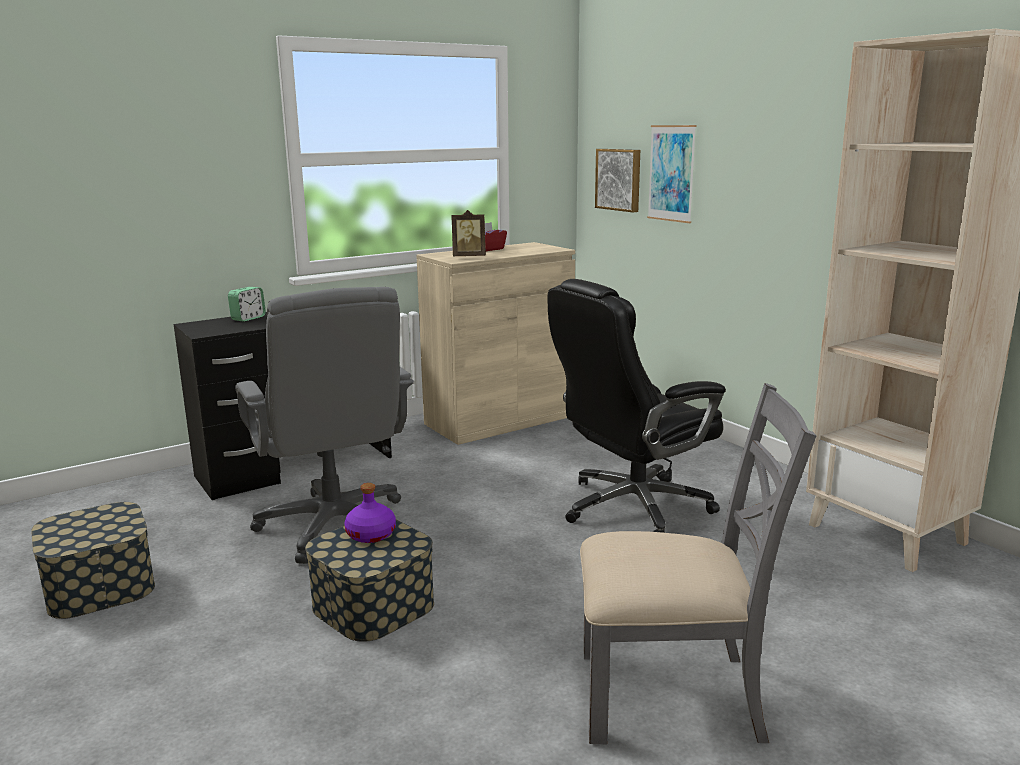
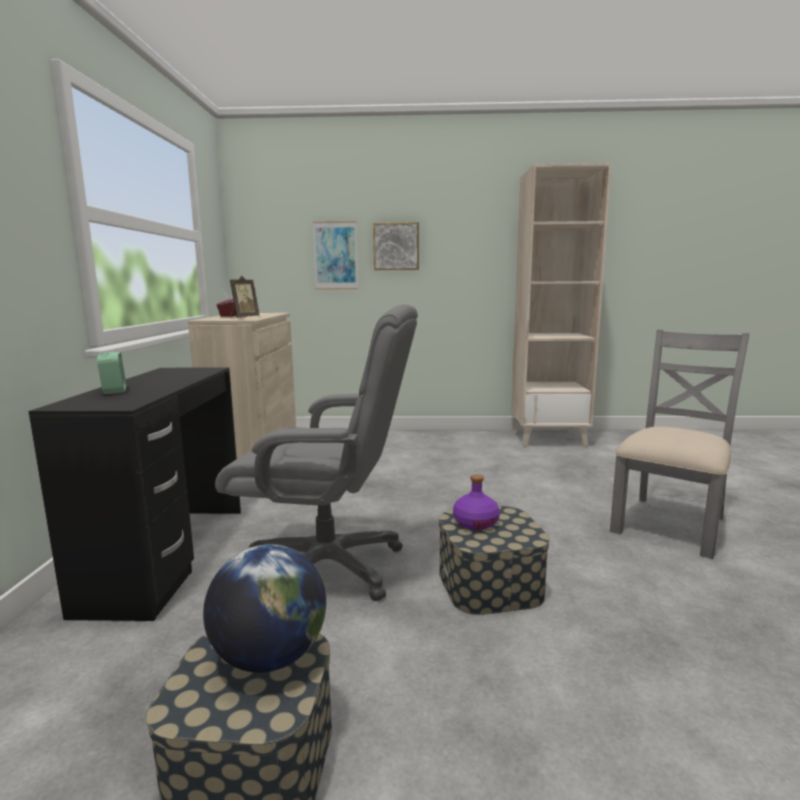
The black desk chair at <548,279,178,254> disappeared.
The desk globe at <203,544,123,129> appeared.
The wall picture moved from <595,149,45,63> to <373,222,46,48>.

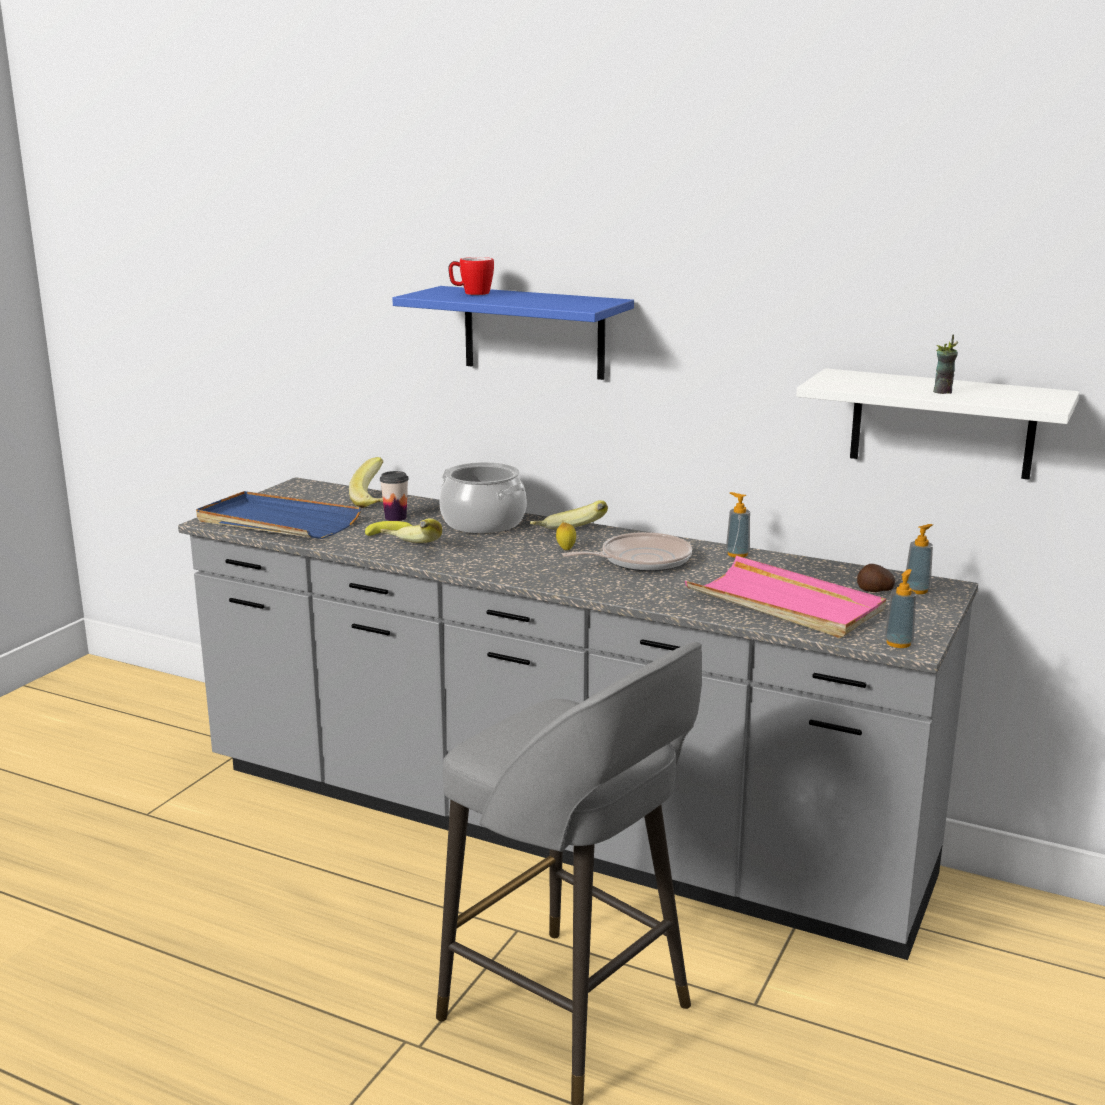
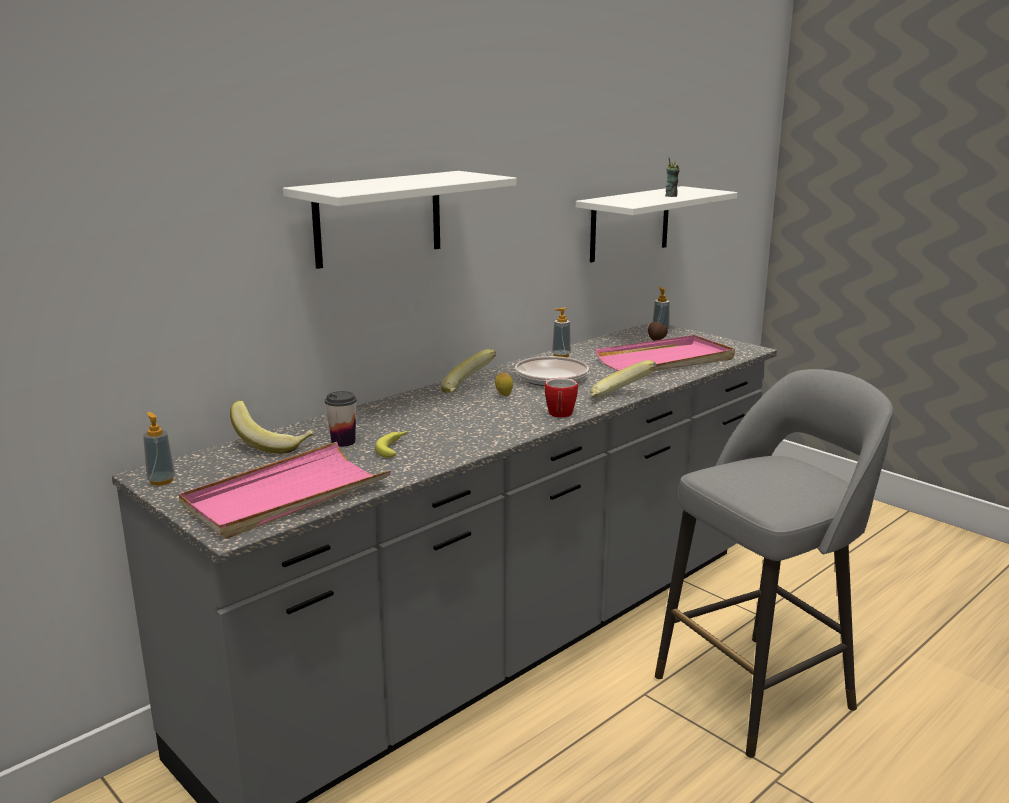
The saucepot at <439,462,88,71> disappeared.
The banana fruit moved from <380,518,62,25> to <590,360,66,38>.
The coffee mug moved from <448,257,46,38> to <545,378,33,40>.
The soap dispenser moved from <884,569,32,79> to <143,412,32,74>.
The blue-coloured serving tray at <196,491,165,48> became the pink-coloured serving tray at <179,442,212,97>.
The blue-coloured bracket shelf at <392,286,242,94> became the white bracket shelf at <283,171,234,98>.

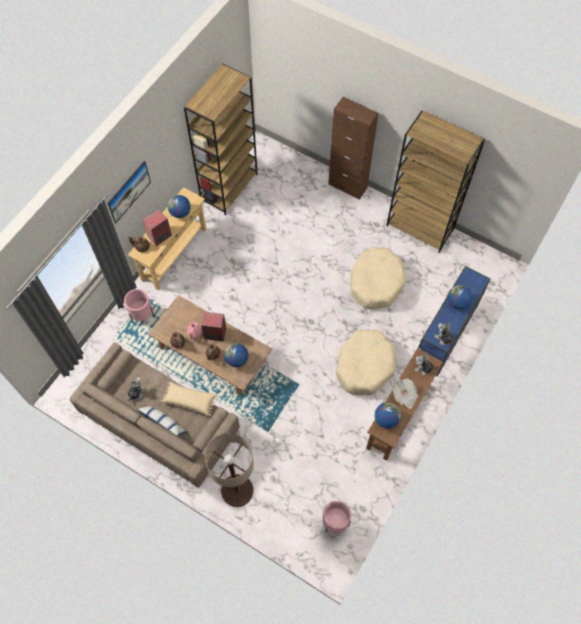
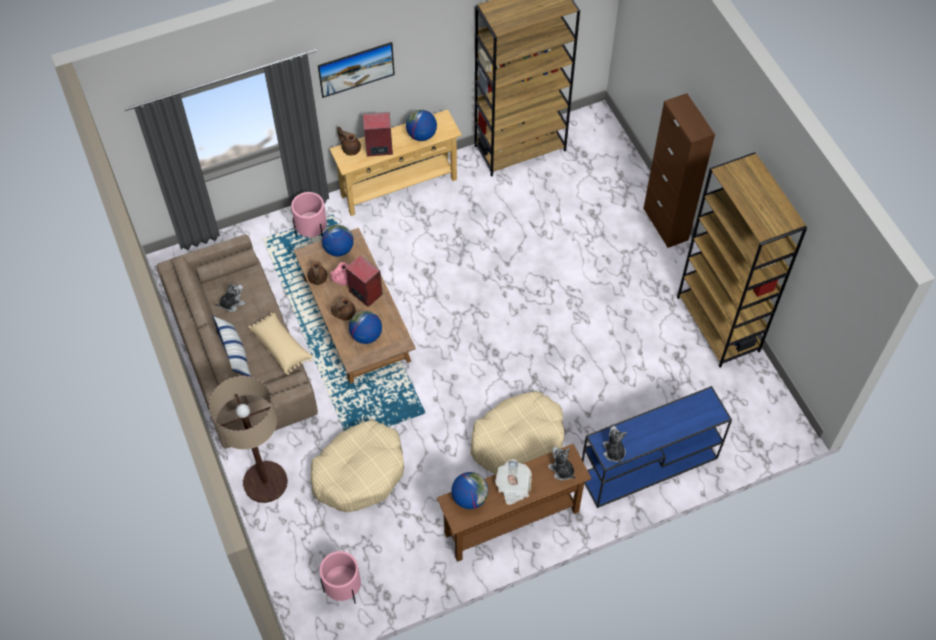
The sand-coloured dog cushion moved from <350,247,56,63> to <310,420,94,92>.
The desk globe moved from <447,285,26,25> to <322,225,32,32>.

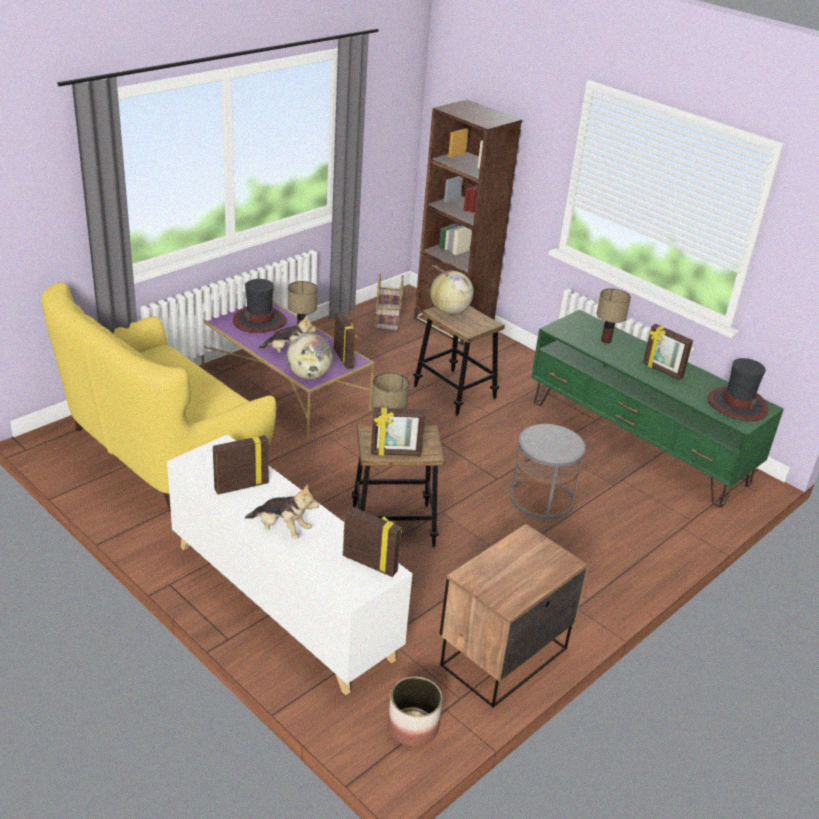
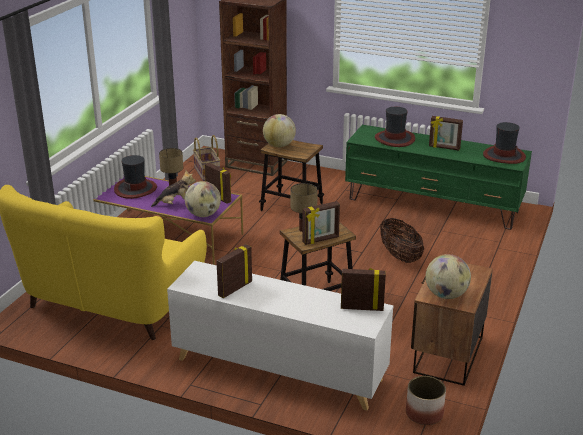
The soft toy at <245,484,74,55> disappeared.
The desk globe at <425,254,46,45> appeared.
The greyish end table at <510,424,76,96> was replaced by the basket at <380,218,44,45>.
The table lamp at <597,289,34,54> was replaced by the hat at <375,107,40,40>.

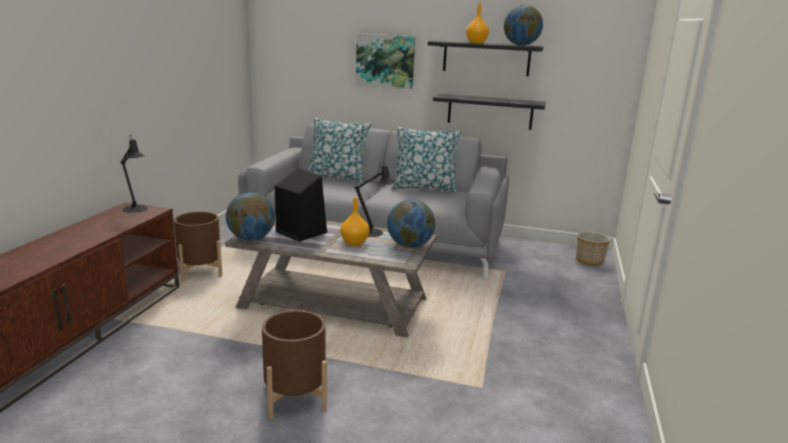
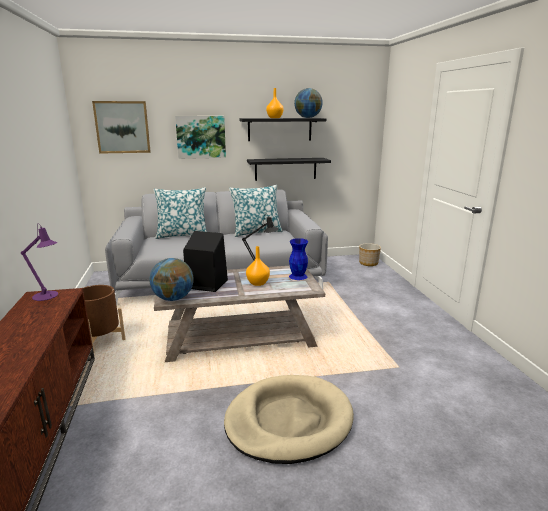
The wall picture at <92,101,59,53> appeared.
The brownish plant pot at <262,310,65,109> was replaced by the sand-coloured dog cushion at <224,375,130,89>.
The desk globe at <387,200,48,48> was replaced by the blue-coloured decorative vase at <289,238,19,42>.
The black table lamp at <121,136,27,77> became the purplish table lamp at <21,223,37,78>.

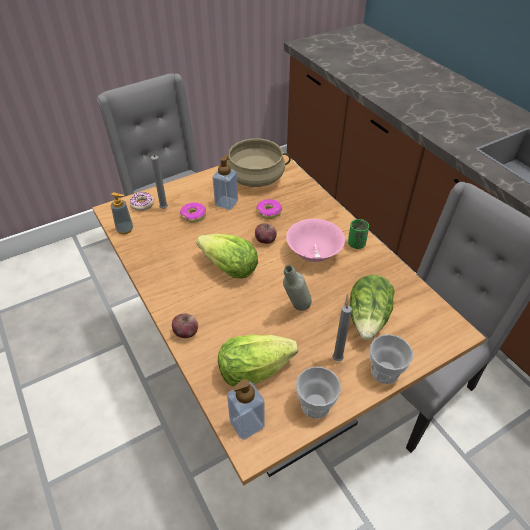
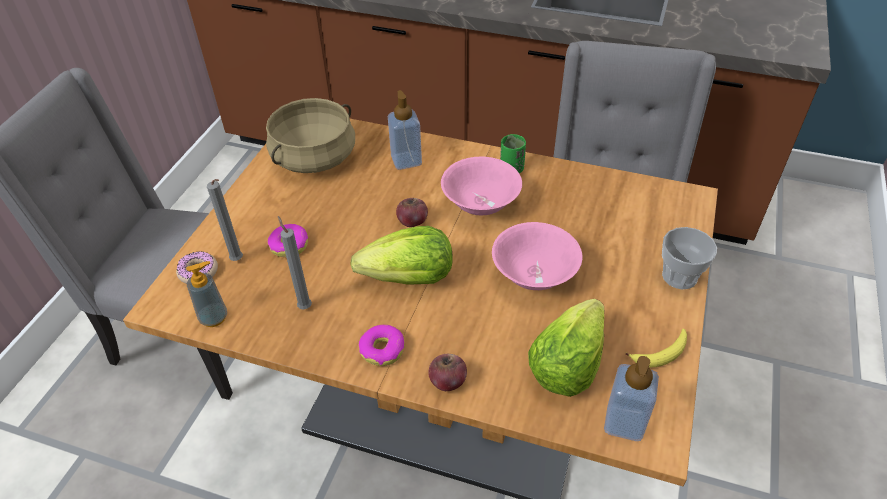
The lettuce at <350,275,45,65> disappeared.
The soap dispenser moved from <213,155,25,55> to <388,90,34,80>.
The donut moved from <257,199,25,20> to <359,325,46,41>.
The greyish wax light moved from <332,294,20,67> to <278,216,34,93>.
The greyish bottle at <283,265,29,46> was replaced by the pink-coloured bowl at <492,222,90,68>.
The cup at <296,367,45,52> was replaced by the banana fruit at <625,329,62,39>.

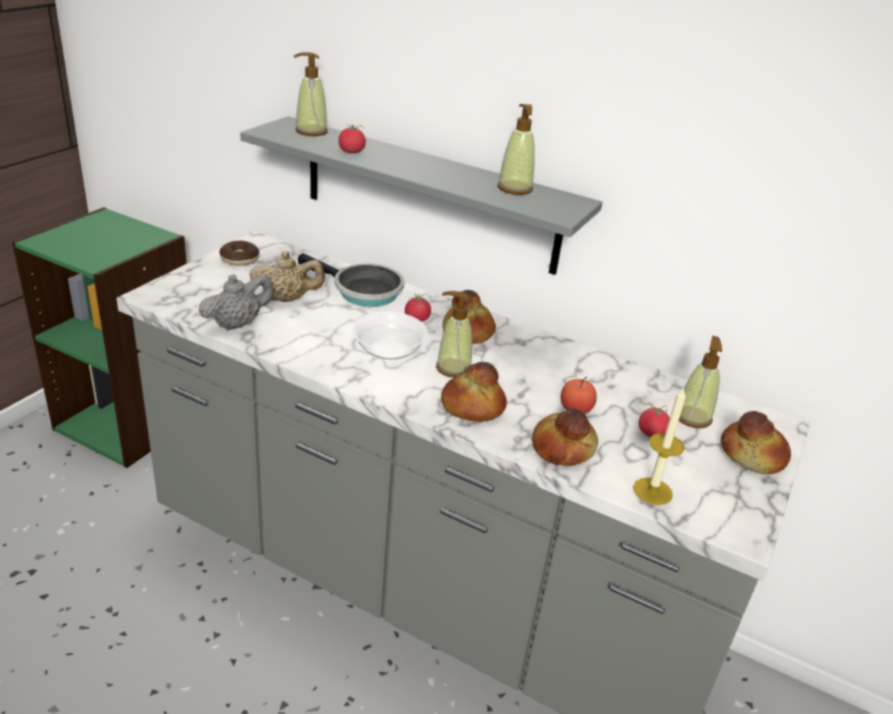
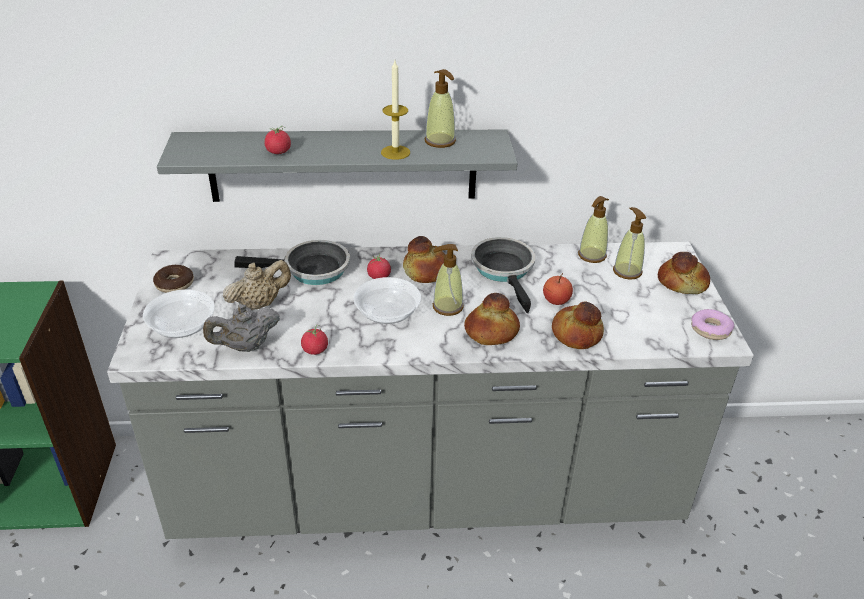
The bowl at <143,289,72,49> appeared.
The frying pan at <471,237,64,76> appeared.
The donut at <691,309,43,31> appeared.
The soap dispenser moved from <294,52,34,84> to <578,196,31,67>.
The wax light moved from <633,388,53,117> to <381,61,29,99>.
The fresh tomato moved from <639,405,31,32> to <301,325,27,30>.
The greyish tea pot at <199,274,74,56> turned 135 degrees counterclockwise.

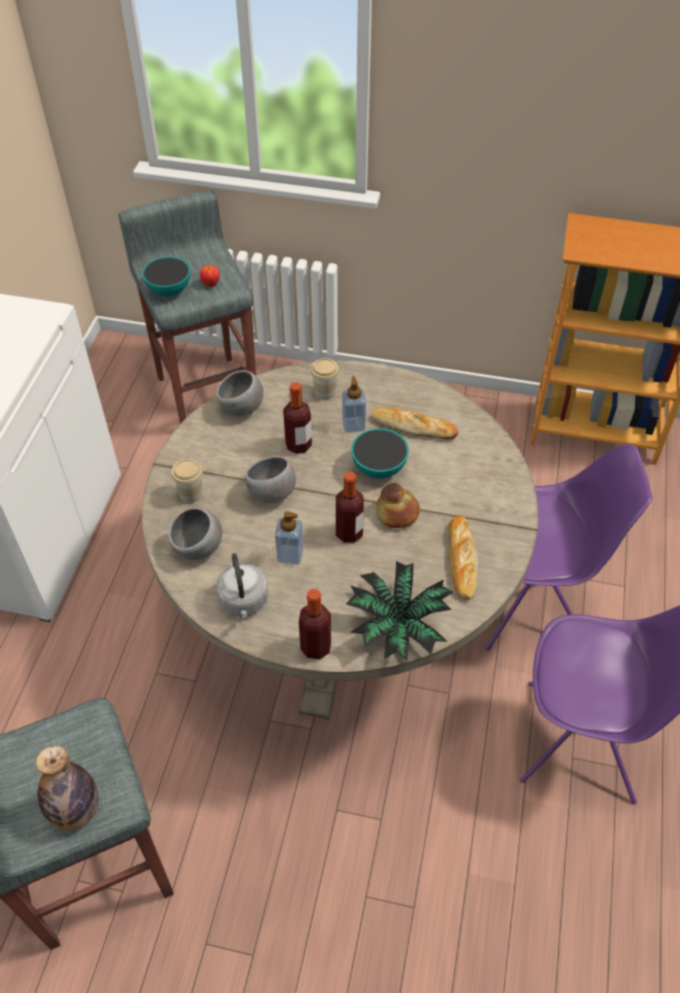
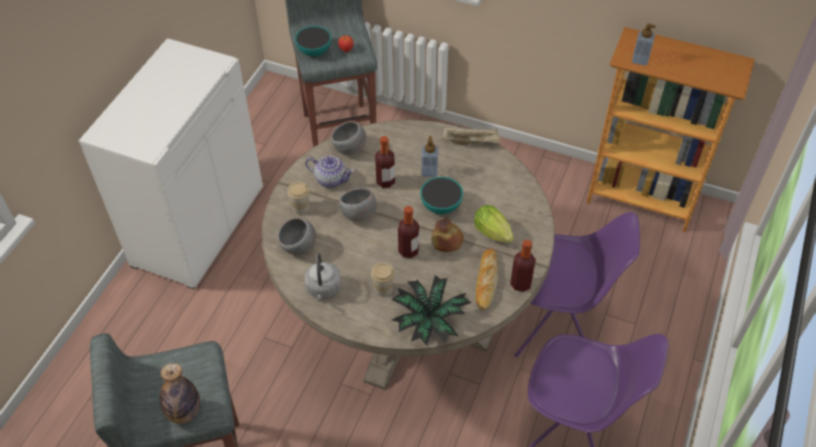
The baked bread at <371,407,87,32> disappeared.
The tea pot at <305,156,49,32> appeared.
The sand-coloured serving tray at <442,126,58,19> appeared.
The lettuce at <474,205,40,38> appeared.
The soap dispenser moved from <275,511,29,54> to <632,23,24,43>.
The bottle moved from <299,589,32,70> to <510,240,26,52>.
The cup moved from <311,358,28,42> to <371,263,24,34>.

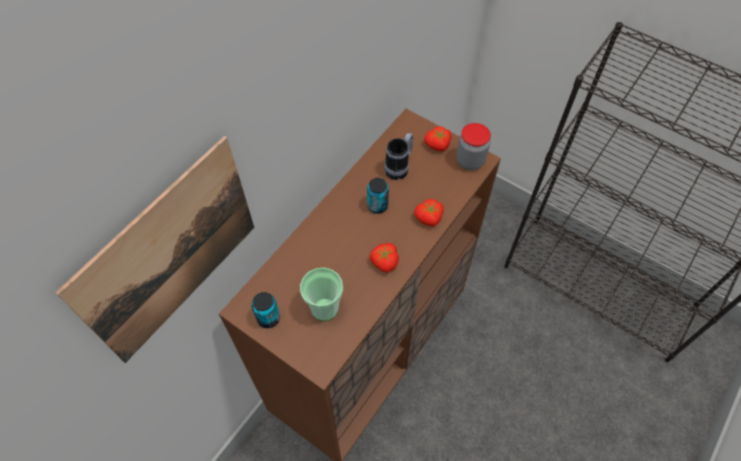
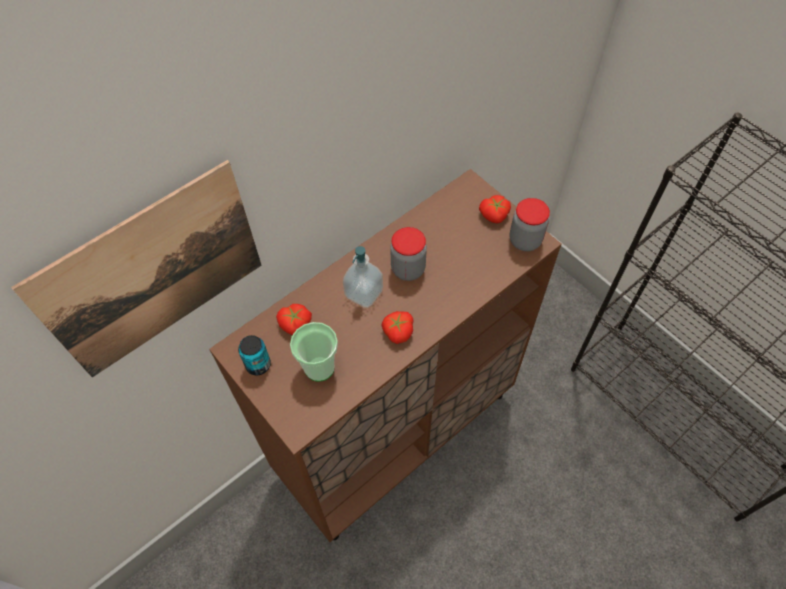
The coffee mug at <384,133,29,47> disappeared.
The soap dispenser at <343,246,40,62> appeared.
The fresh tomato moved from <414,199,30,27> to <276,304,36,31>.
The metal can at <367,178,22,36> was replaced by the storage jar at <390,227,37,54>.

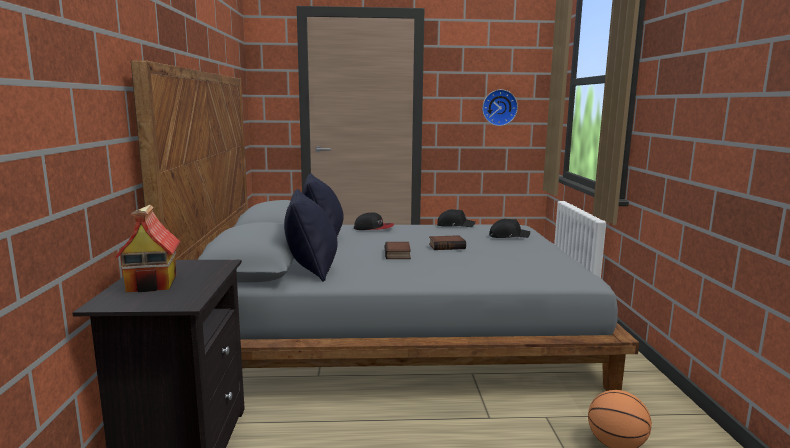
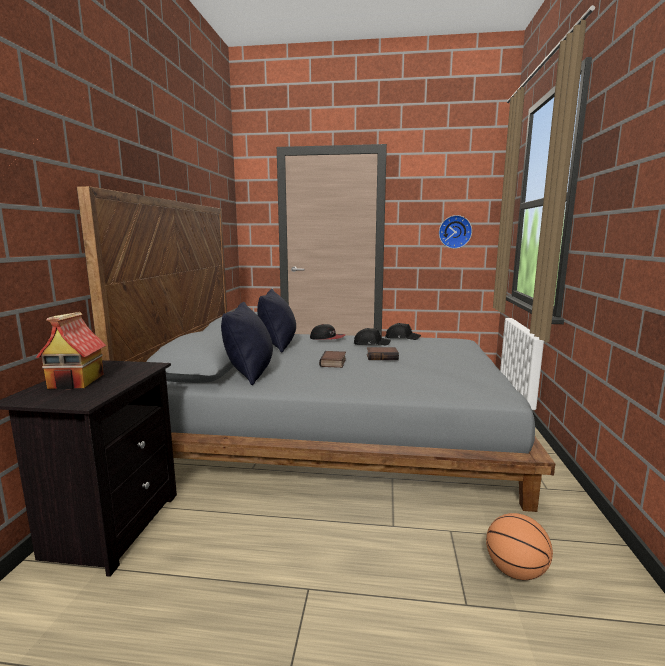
The black peaked cap moved from <489,219,41,19> to <354,328,37,17>.

